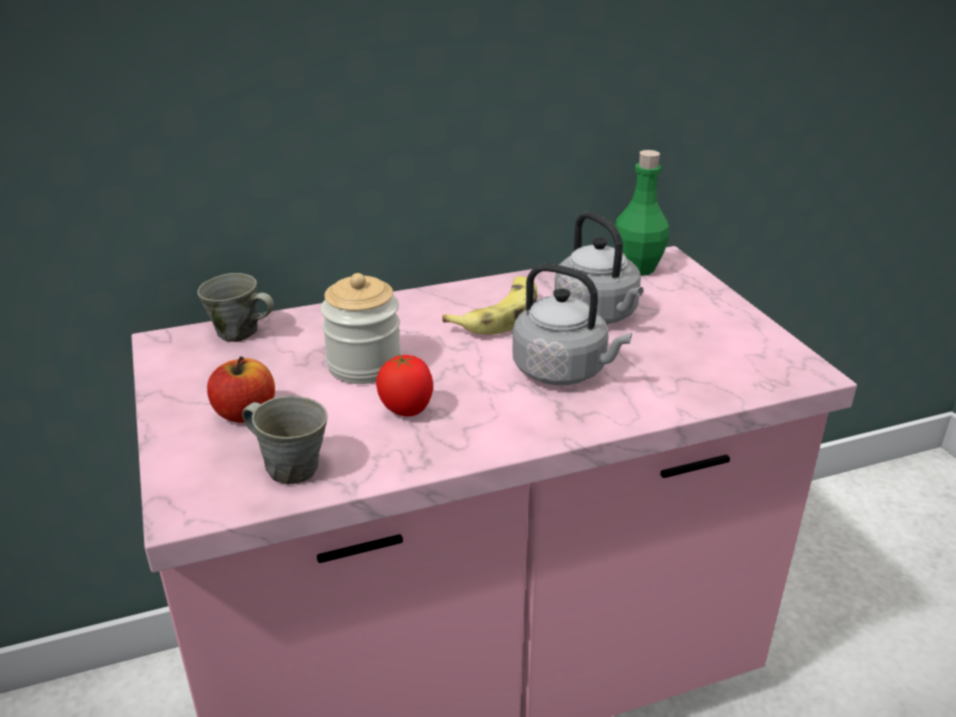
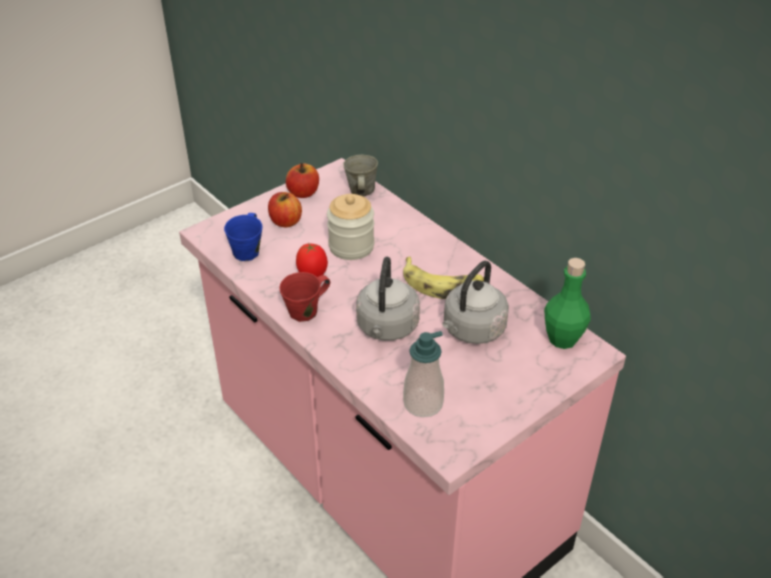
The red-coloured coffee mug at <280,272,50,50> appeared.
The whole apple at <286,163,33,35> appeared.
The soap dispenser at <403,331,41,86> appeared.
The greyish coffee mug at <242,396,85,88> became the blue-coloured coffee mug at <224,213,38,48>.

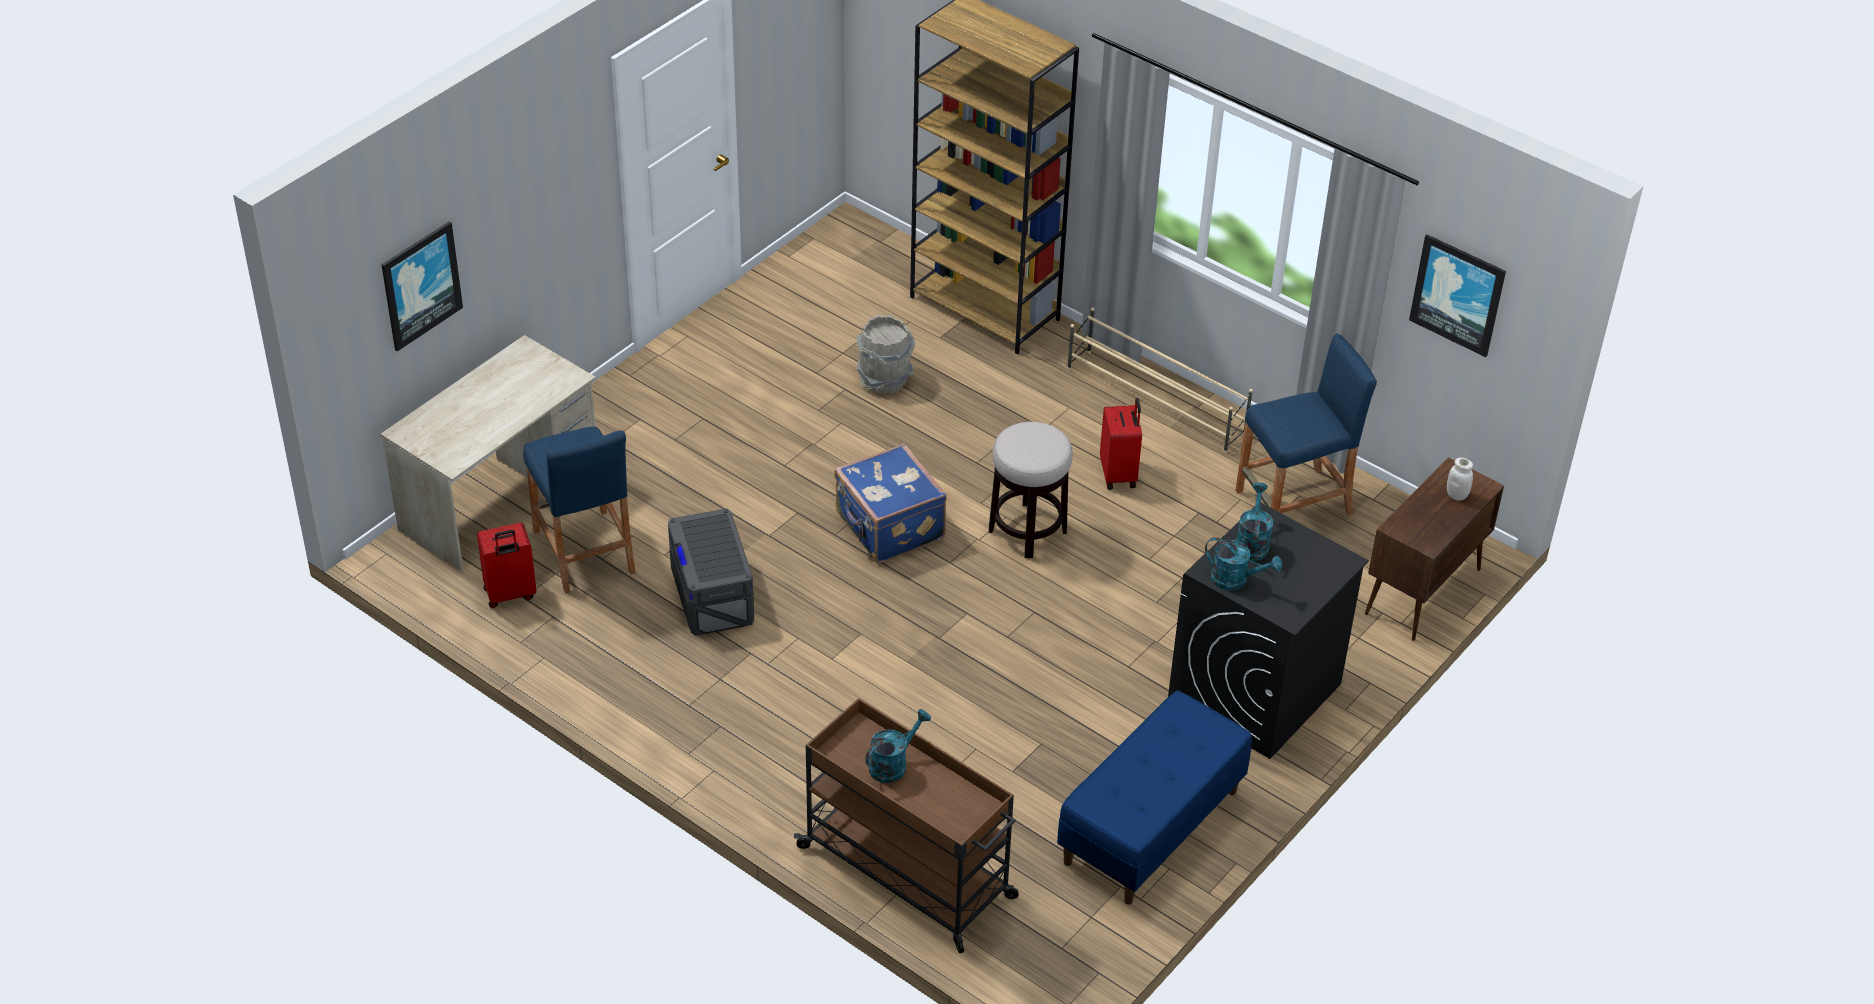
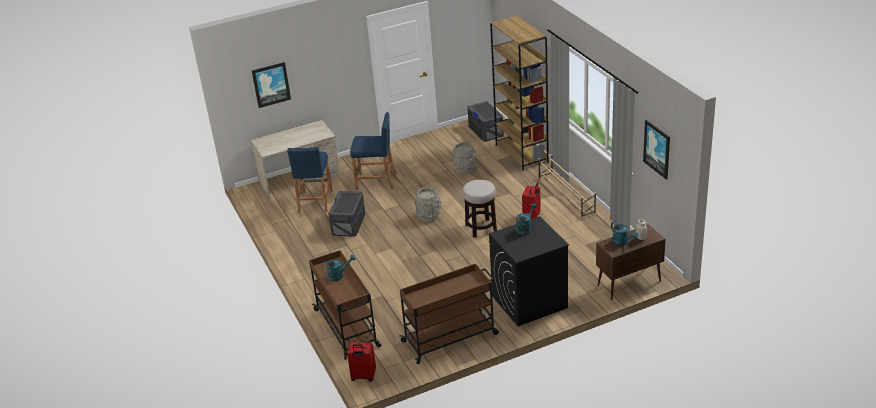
The greyish storage bin at <467,101,37,41> appeared.
The red-coloured piece of luggage moved from <477,523,60,85> to <347,342,29,40>.
The turquoise sprinkling can moved from <1205,537,77,53> to <611,221,27,24>.
The blue-coloured stool seat moved from <1235,333,142,182> to <350,112,46,78>.
The blue-coloured piece of luggage at <834,443,113,120> was replaced by the greyish pail at <415,188,26,34>.
The blue-coloured indoor bench at <1057,690,195,215> was replaced by the brownish cart at <399,263,100,101>.

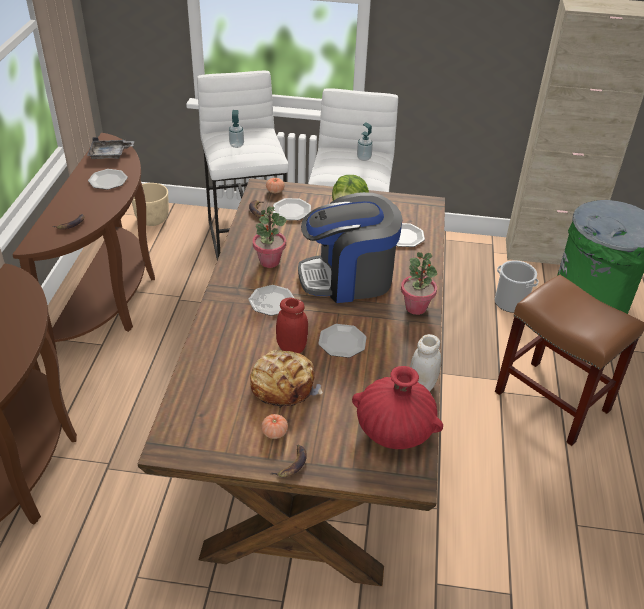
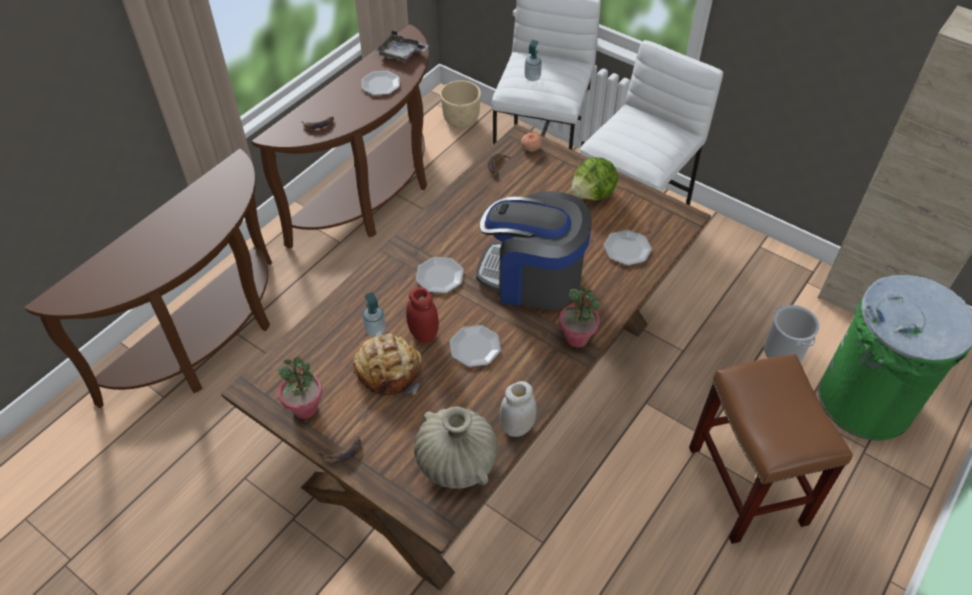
The fresh tomato at <261,414,27,25> disappeared.
The flat dish at <272,198,39,22> disappeared.
The houseplant moved from <253,206,33,62> to <278,356,44,63>.
The soap dispenser moved from <357,122,16,39> to <362,292,24,45>.
The red-coloured decorative vase at <352,366,91,83> became the sand-coloured decorative vase at <414,407,84,82>.

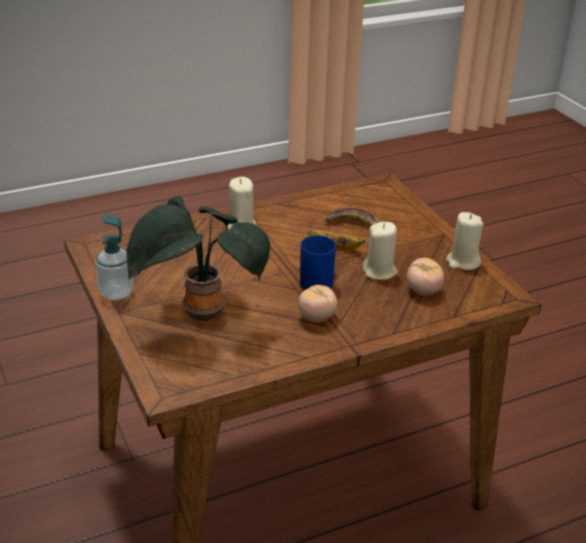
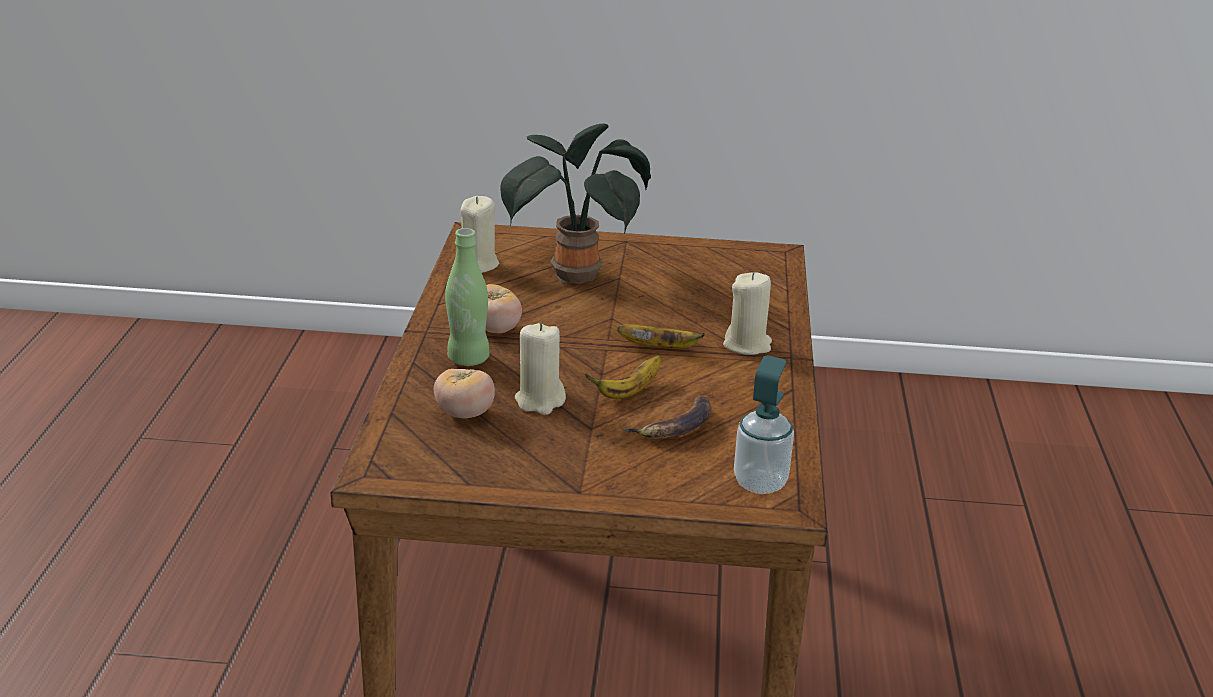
The blue-coloured coffee mug at <300,235,36,55> disappeared.
The greenish bottle at <445,228,45,138> appeared.
The banana fruit at <617,324,88,25> appeared.
The soap dispenser moved from <95,214,39,86> to <734,355,60,139>.
The sand-coloured wax light moved from <446,212,38,58> to <460,196,39,77>.

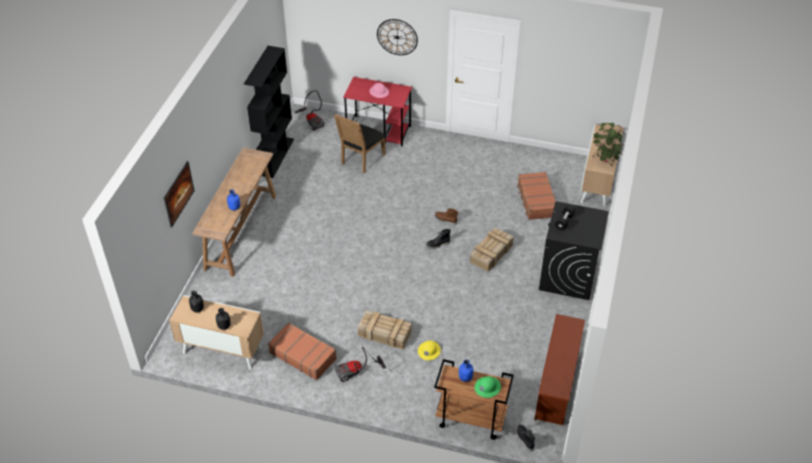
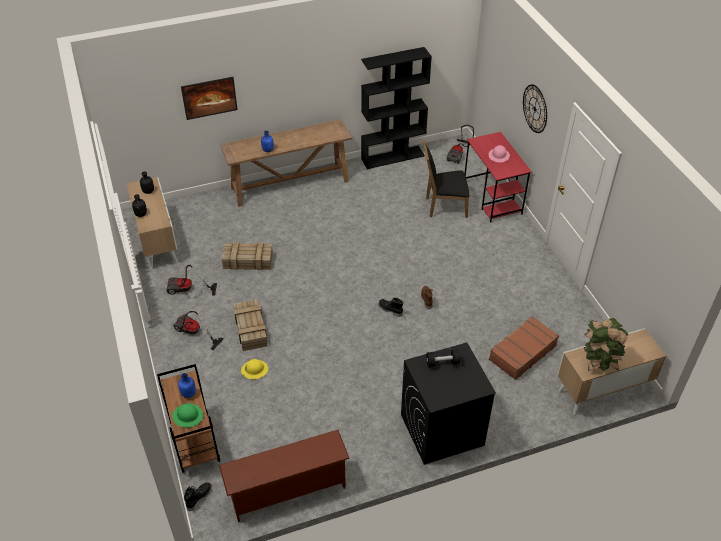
The packing crate moved from <470,227,44,45> to <222,242,51,28>.
The brownish piece of luggage at <268,322,69,59> was replaced by the hoover at <166,265,51,31>.

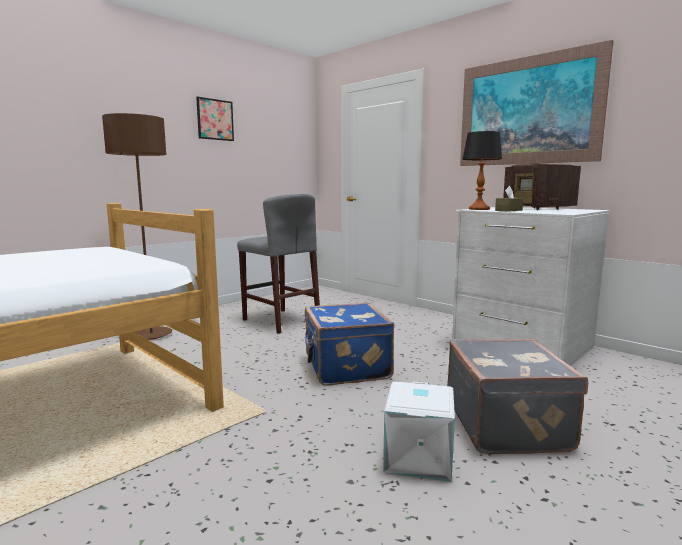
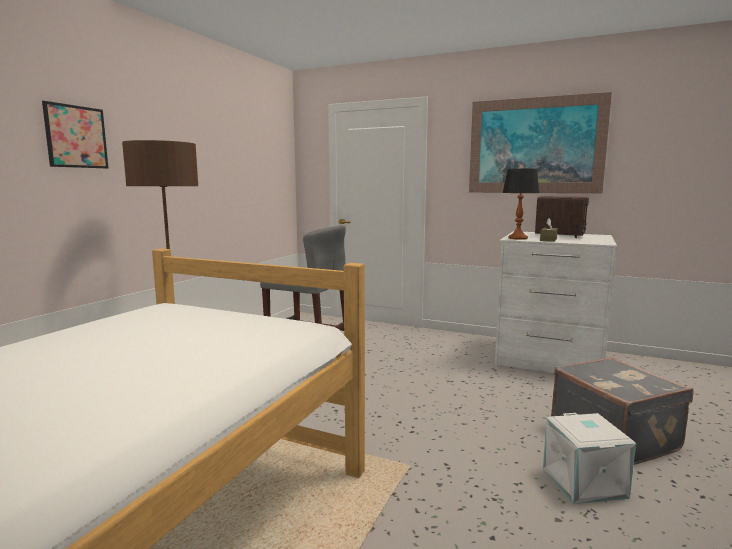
The blue-coloured piece of luggage at <303,303,91,83> disappeared.
The wall picture moved from <196,97,38,44> to <42,101,66,67>.
The radio at <503,163,78,47> turned 105 degrees counterclockwise.

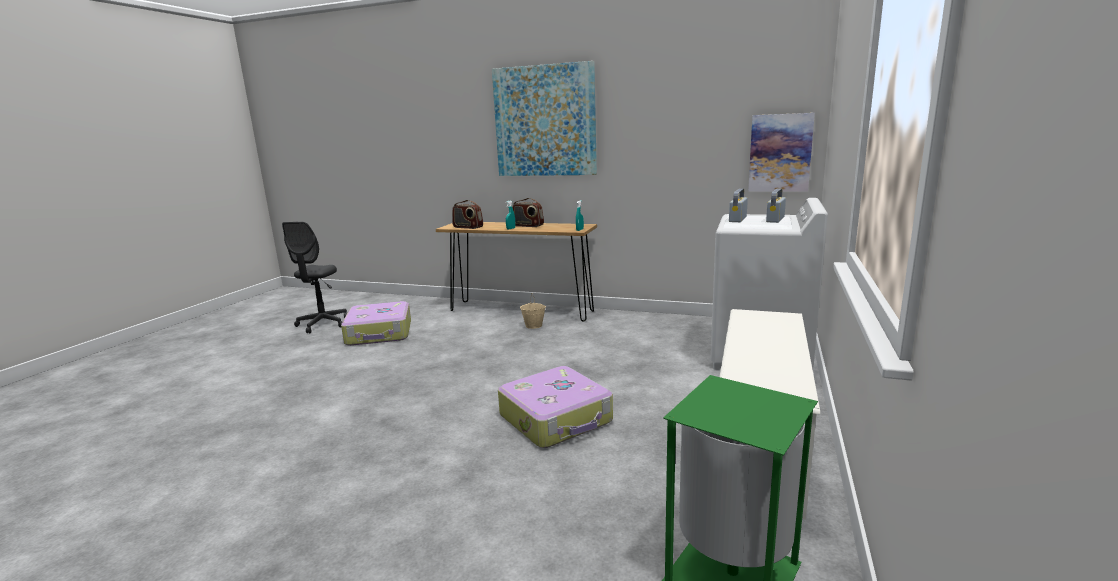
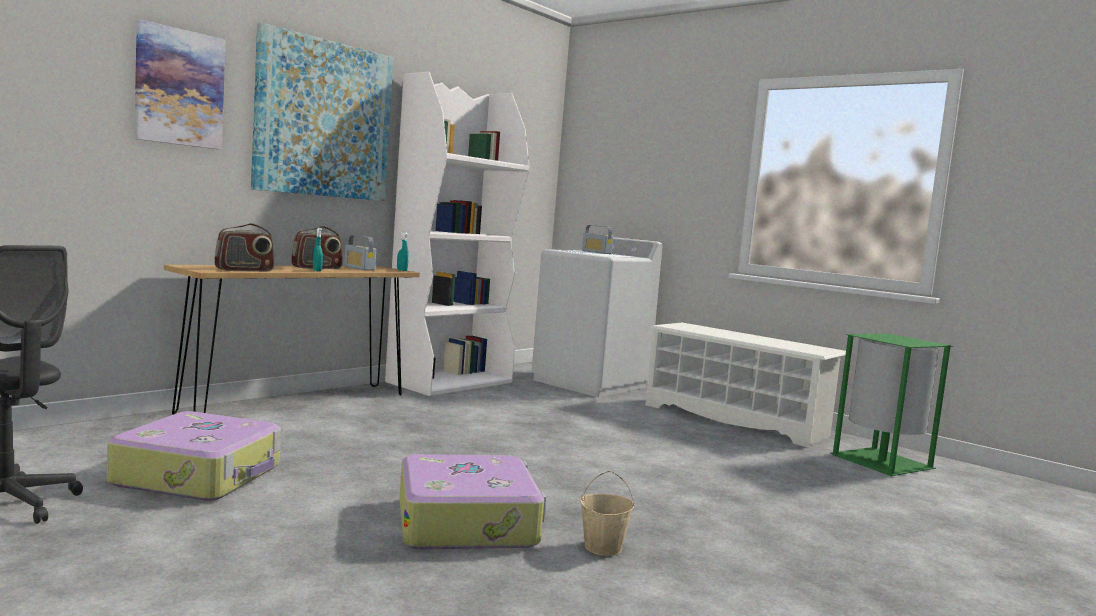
The white shelving unit at <385,72,145,324> appeared.
The piece of luggage moved from <498,366,115,82> to <400,454,146,95>.
The sand-coloured pail moved from <520,293,26,36> to <580,471,54,85>.
The radio moved from <729,189,19,33> to <344,235,32,36>.
The wall picture moved from <748,113,67,79> to <134,19,91,131>.

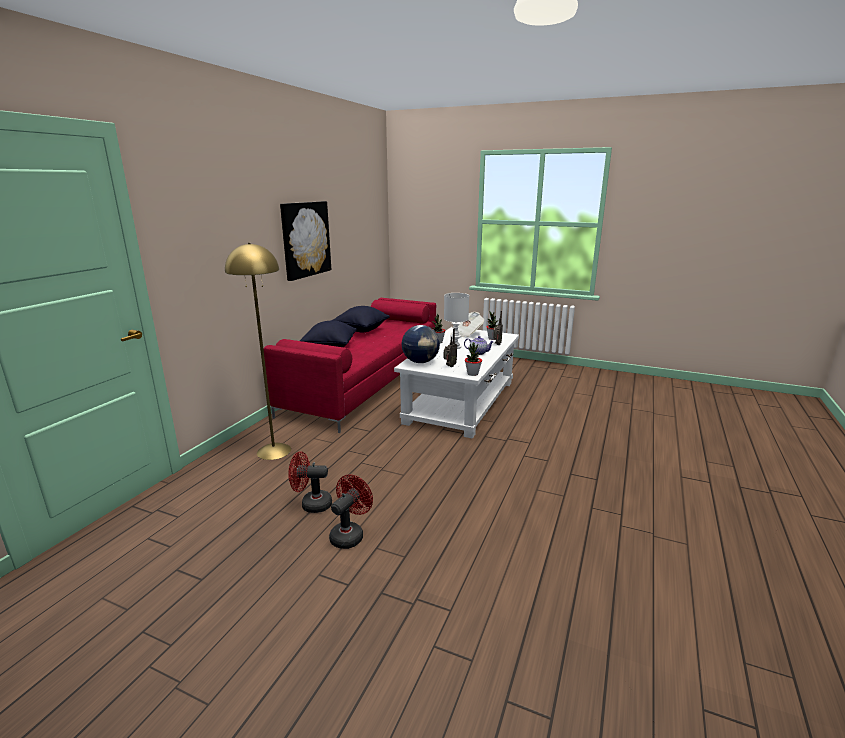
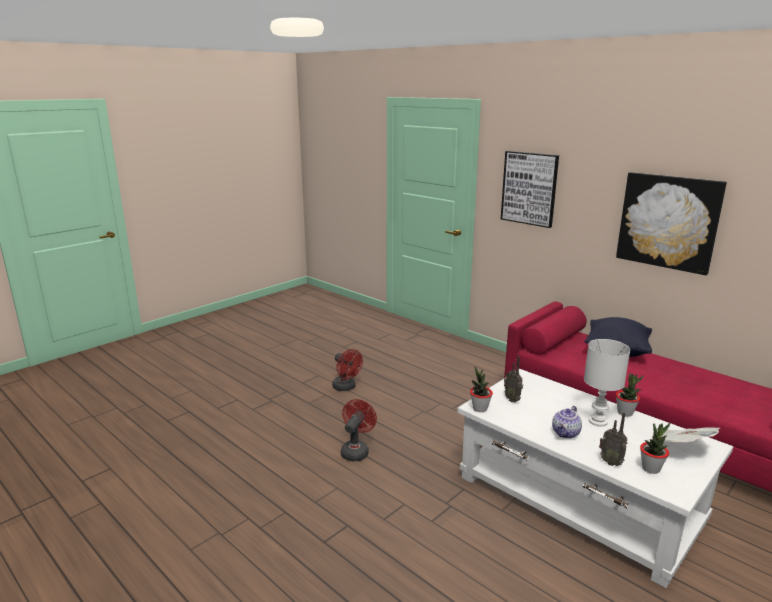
The yellow standing lamp at <225,243,66,217> disappeared.
The black cushion at <333,306,57,26> disappeared.
The desk globe at <402,325,38,38> disappeared.
The wall picture at <501,151,58,77> appeared.
The red-coloured cooling fan moved from <288,451,44,62> to <341,399,36,62>.

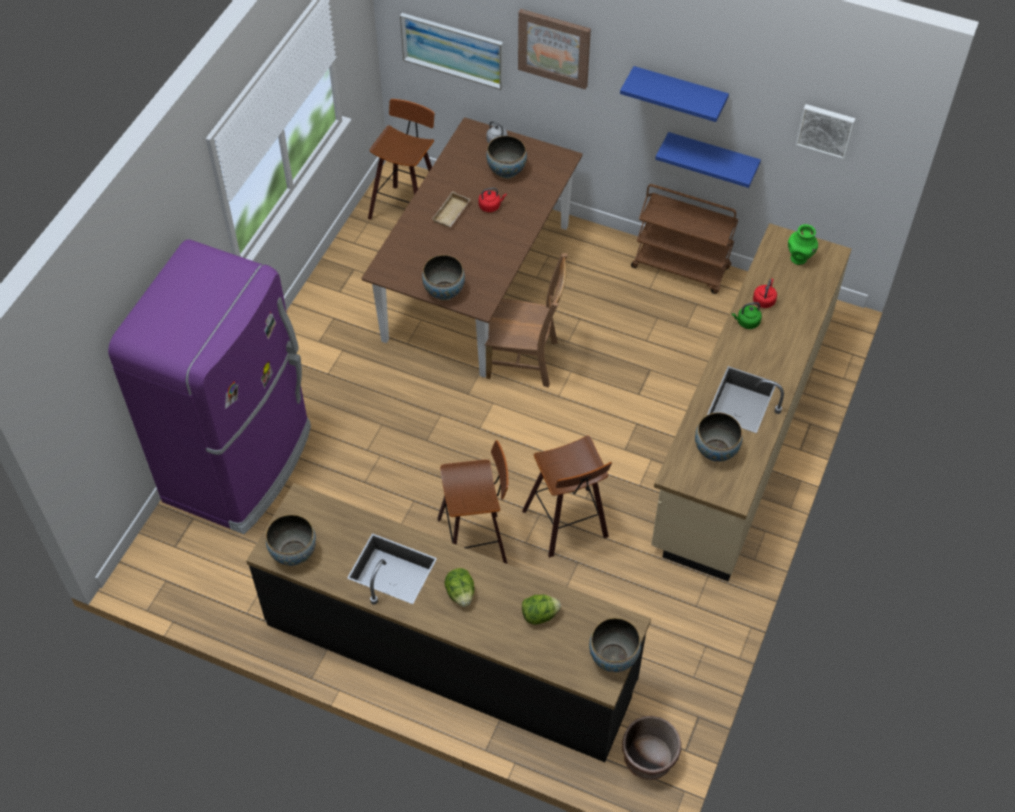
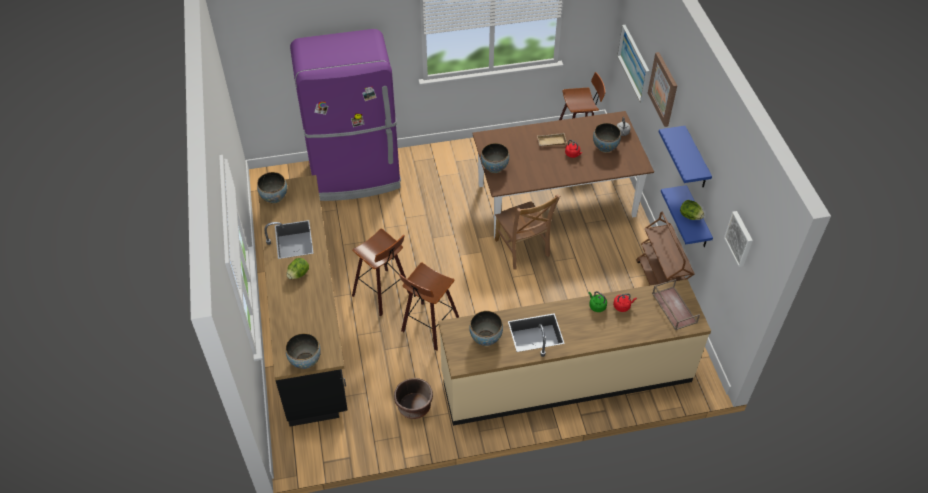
The lettuce moved from <522,595,39,30> to <680,200,24,20>.
The brownish plant pot moved from <622,716,59,64> to <394,378,39,41>.
The greenish decorative vase at <788,224,30,41> was replaced by the brownish serving tray at <652,279,48,51>.

